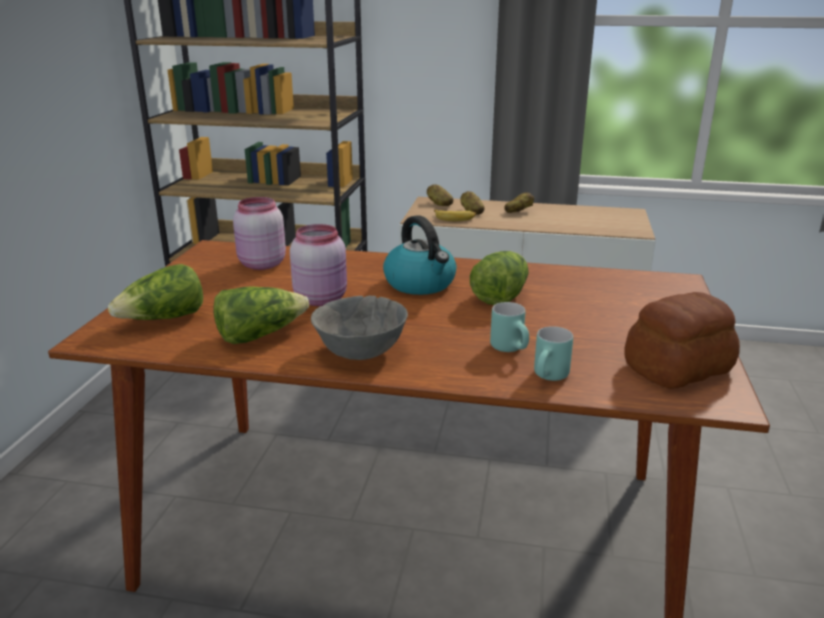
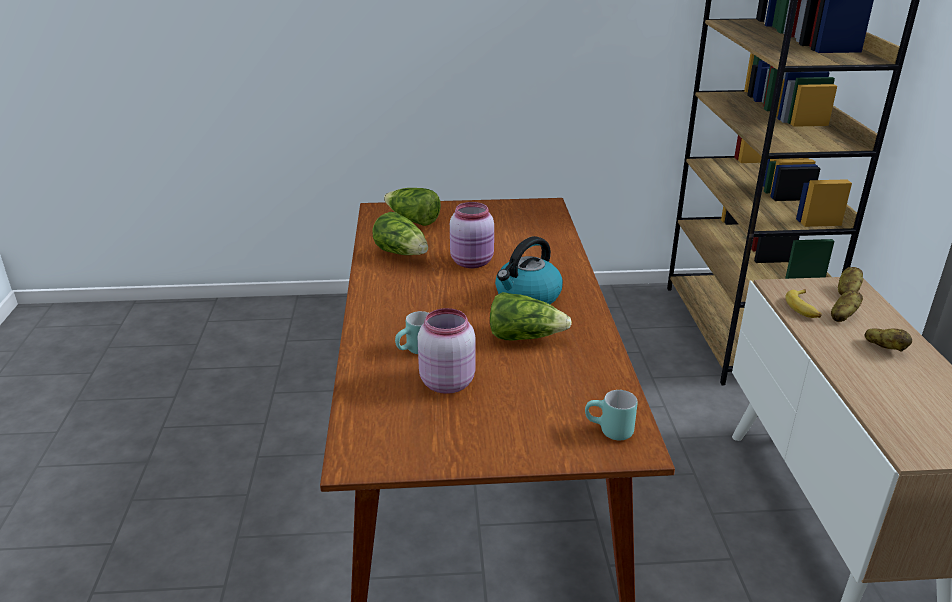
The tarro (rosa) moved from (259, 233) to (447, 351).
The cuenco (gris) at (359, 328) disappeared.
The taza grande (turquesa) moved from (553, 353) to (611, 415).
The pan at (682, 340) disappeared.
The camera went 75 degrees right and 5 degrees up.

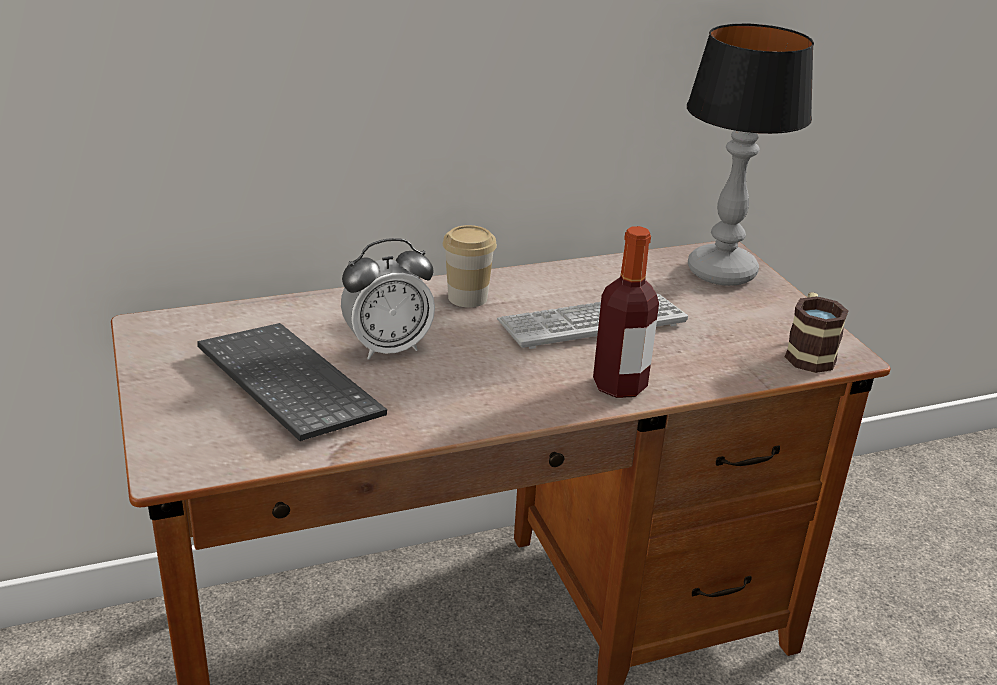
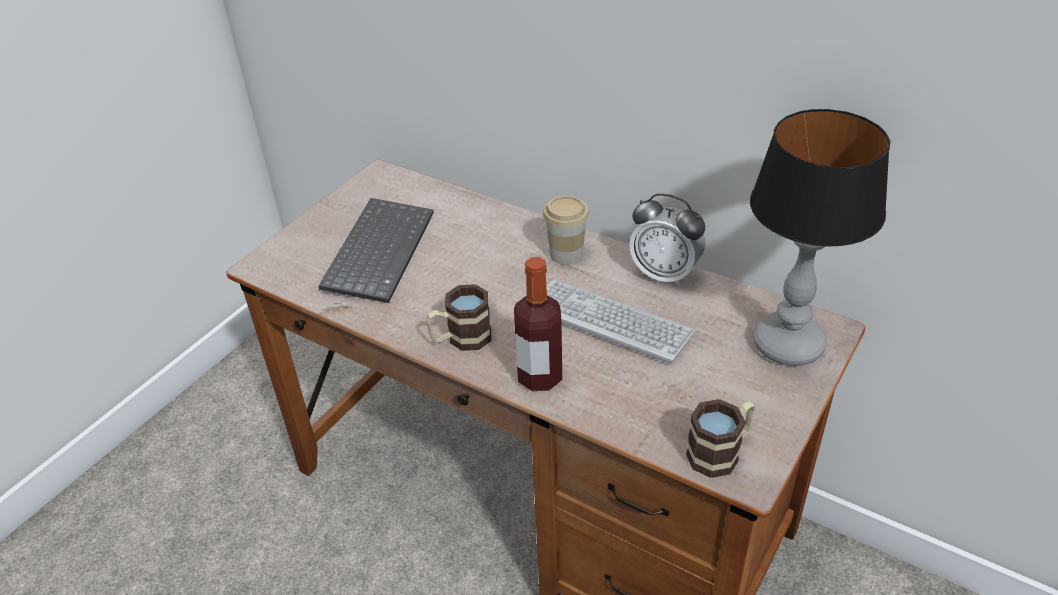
The despertador moved from (388, 299) to (667, 240).
The taza grande at (458, 317) appeared.
The camera went 55 degrees right and 10 degrees up.

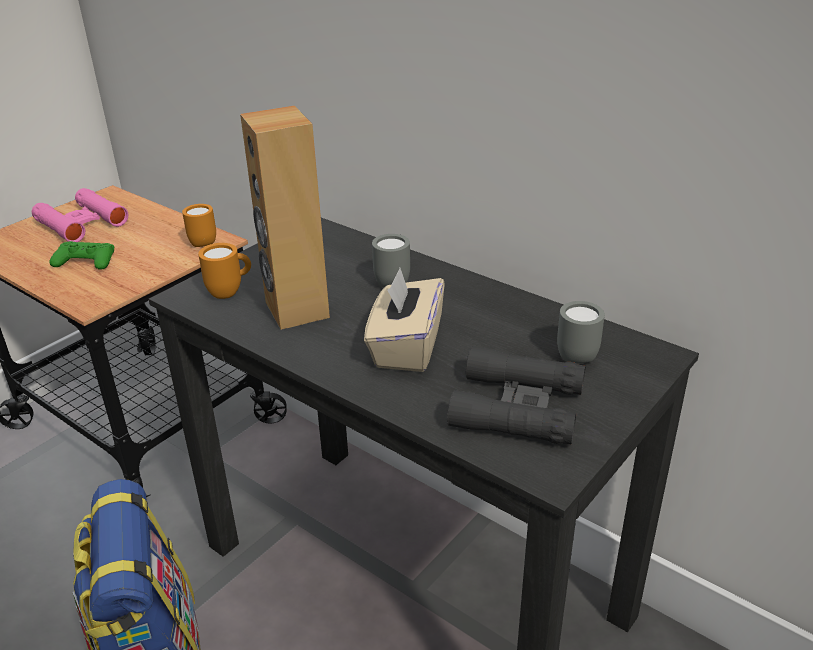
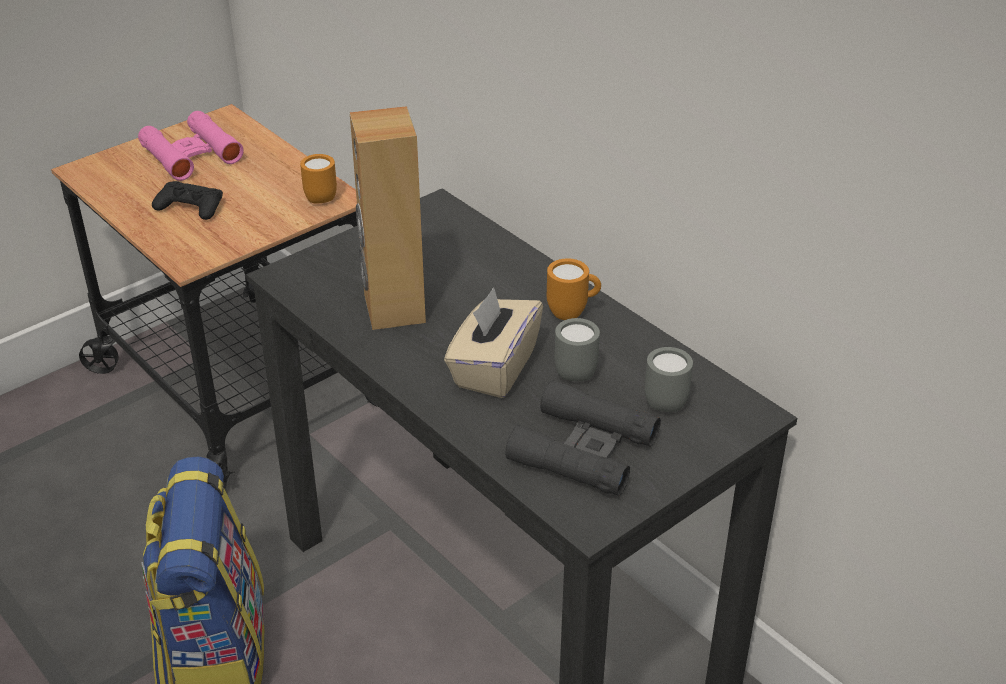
The mando de consola (verde) at (81, 255) became the mando de consola (negro) at (187, 200).
The taza grande (naranja) moved from (224, 271) to (574, 289).
The taza grande (gris) moved from (391, 260) to (577, 349).
The camera went 10 degrees right and 5 degrees up.

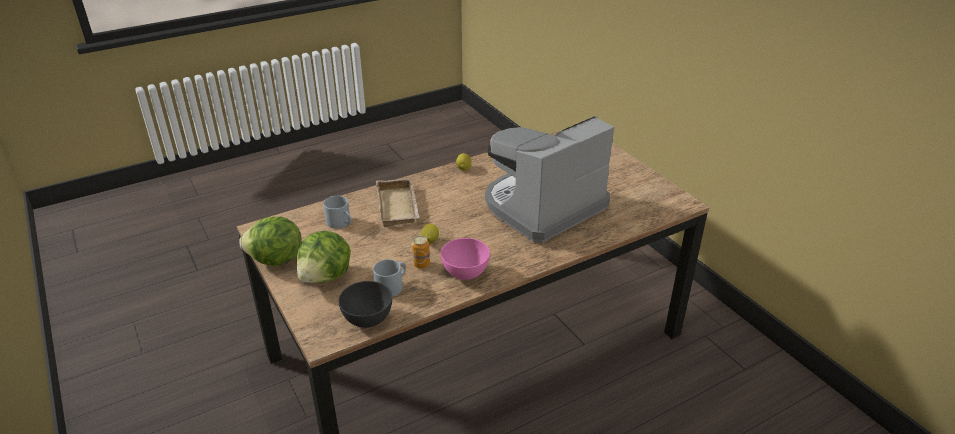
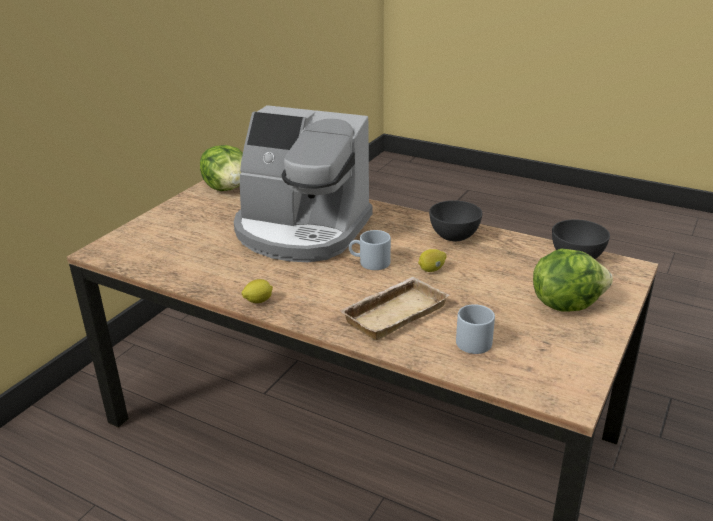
The lechuga moved from (270, 241) to (221, 168).
The taza grande (gris) moved from (389, 278) to (370, 250).
The lata at (421, 252) disappeared.
The cuenco (rosa) at (465, 259) became the cuenco (gris) at (455, 220).
The camera went 120 degrees left and 5 degrees down.

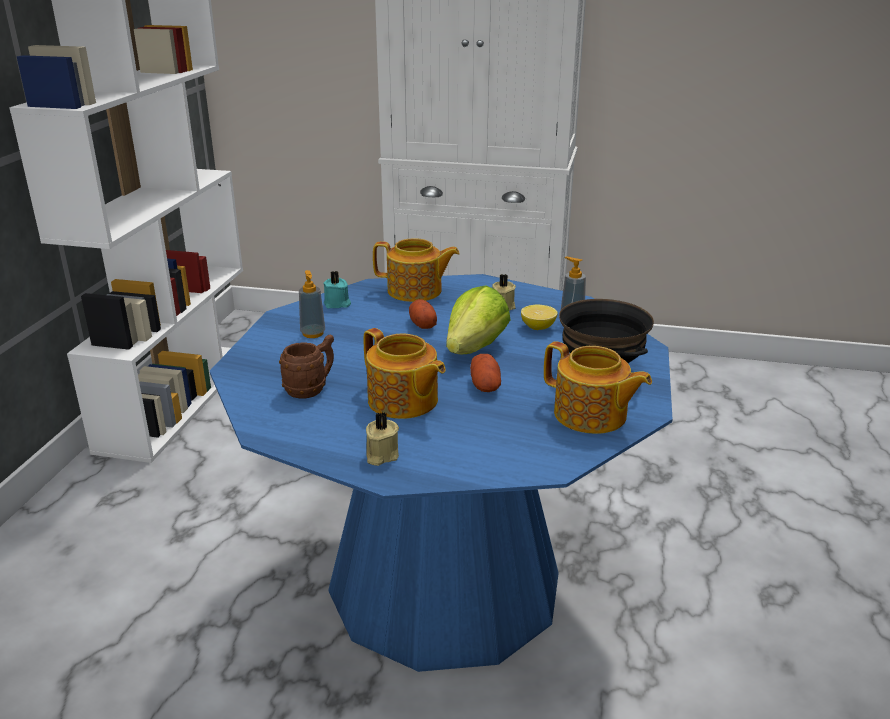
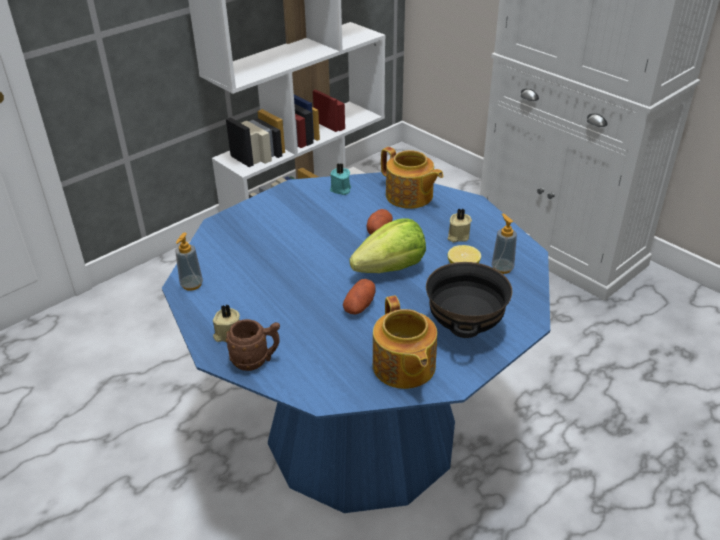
The taza grande (marrón) moved from (306, 367) to (253, 345).
The dispensador de jabón moved from (312, 304) to (189, 261).
The tetera at (405, 373) disappeared.
The camera went 35 degrees right and 10 degrees up.

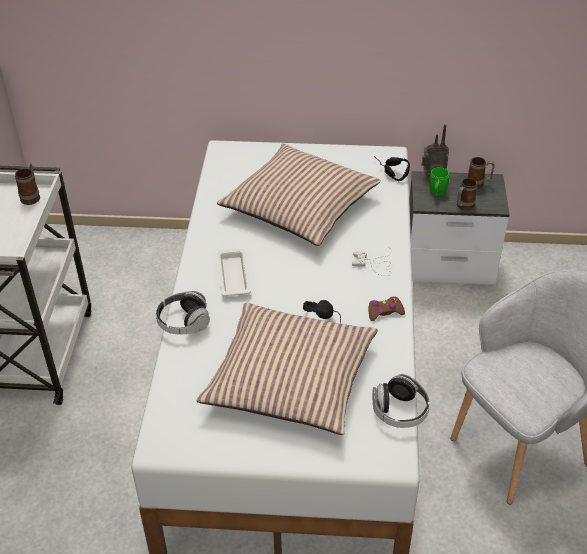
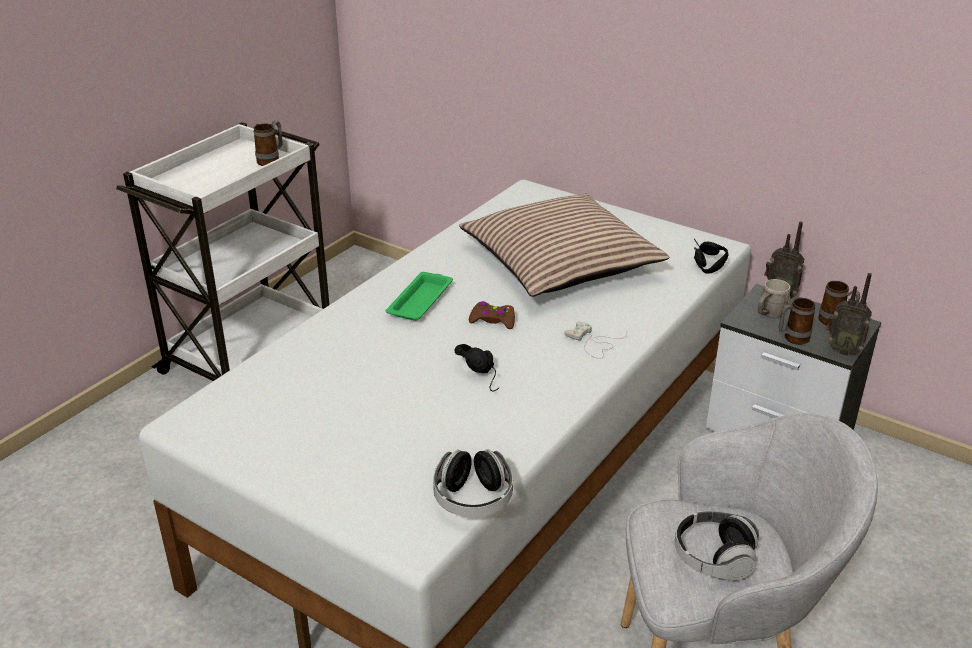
The auriculares moved from (183, 313) to (717, 545).
The cojín at (287, 369) disappeared.
The bandeja (blanco) at (234, 272) became the bandeja (verde) at (419, 296).
The mando de consola (marrón) moved from (386, 308) to (492, 315).
The taza grande (verde) at (439, 181) became the taza grande (gris) at (774, 298).
The radio at (849, 314) appeared.
The camera went 30 degrees right and 10 degrees down.

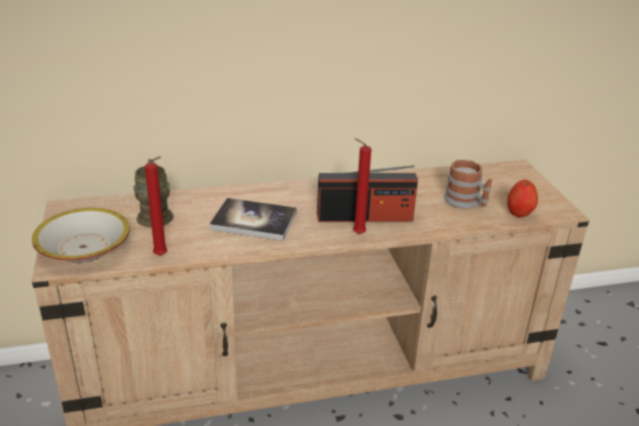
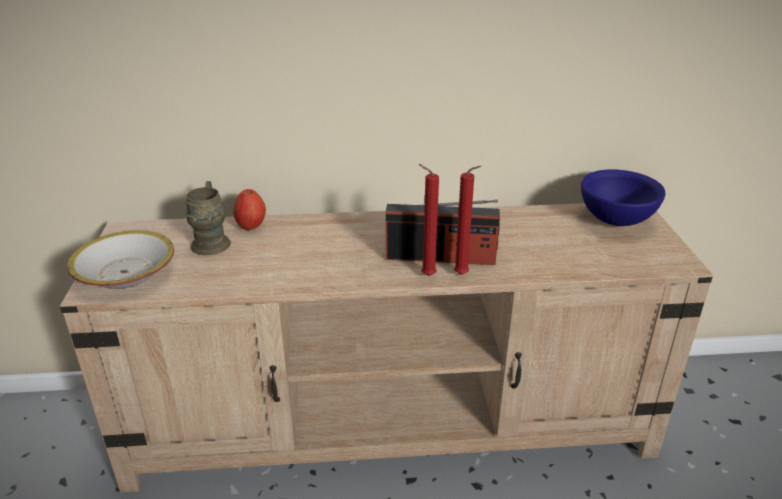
The vela (rojo) moved from (156, 206) to (467, 220).
The libro at (253, 219) disappeared.
The taza grande at (468, 184) disappeared.
The manzana moved from (522, 198) to (249, 209).
The cuenco (azul) at (623, 197) appeared.
The camera went 10 degrees right and 0 degrees up.

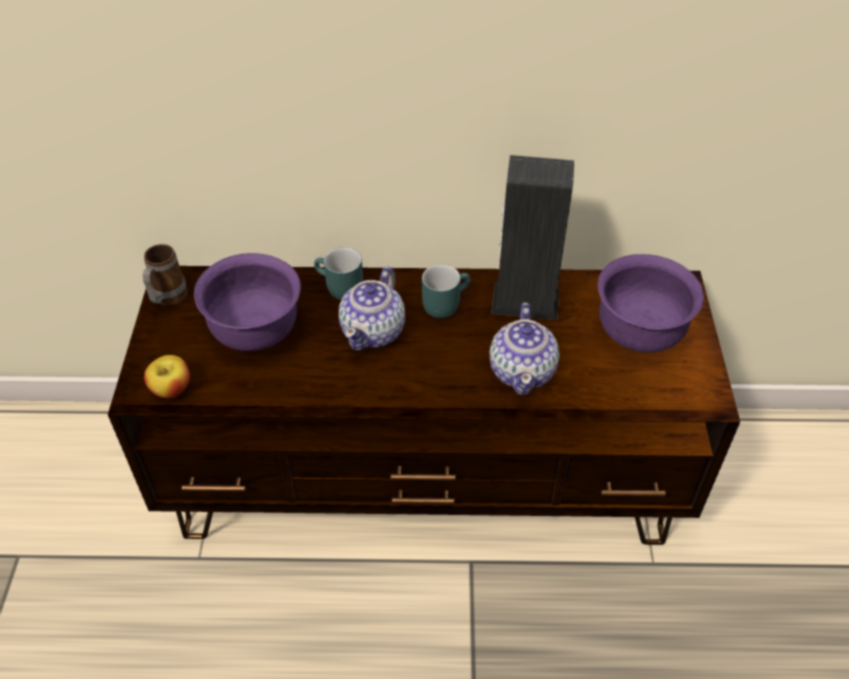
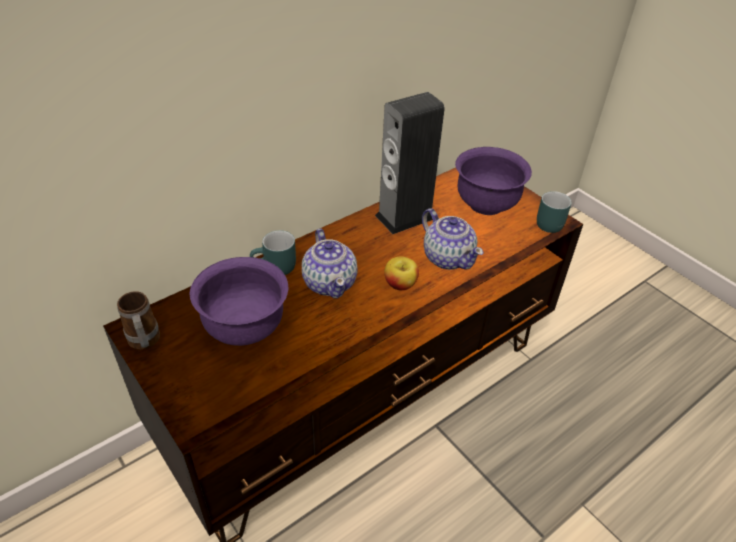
The manzana moved from (167, 377) to (401, 273).
The taza grande (turquesa) moved from (446, 291) to (554, 212).
The camera went 40 degrees left and 5 degrees down.

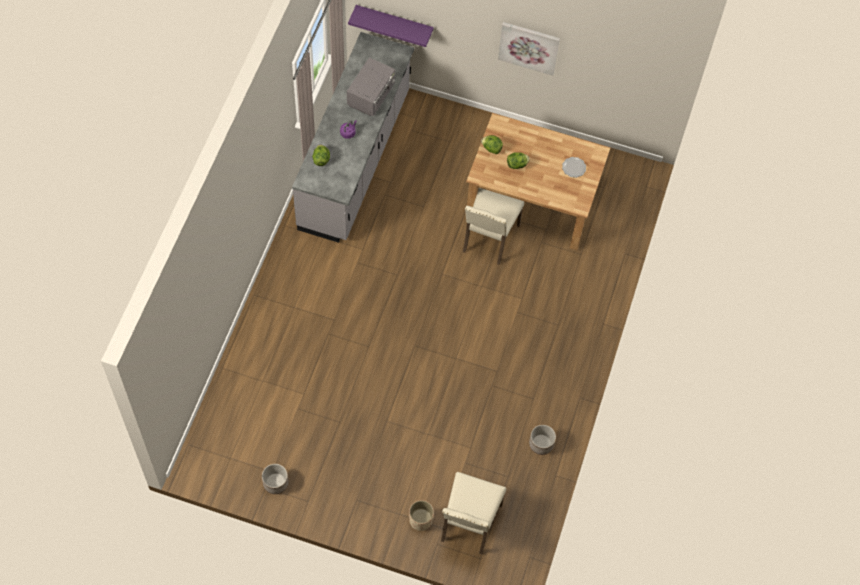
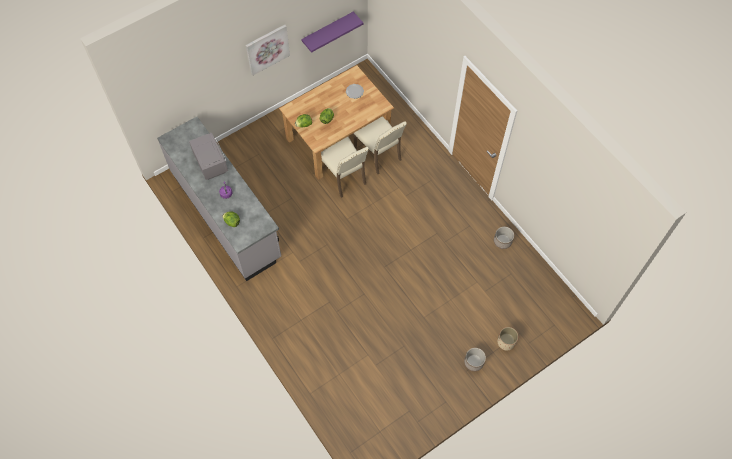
The maceta moved from (275, 479) to (475, 359).
The estante (morado) moved from (390, 26) to (332, 32).
The silla (beis) moved from (473, 513) to (380, 145).
The camera went 50 degrees left and 0 degrees up.

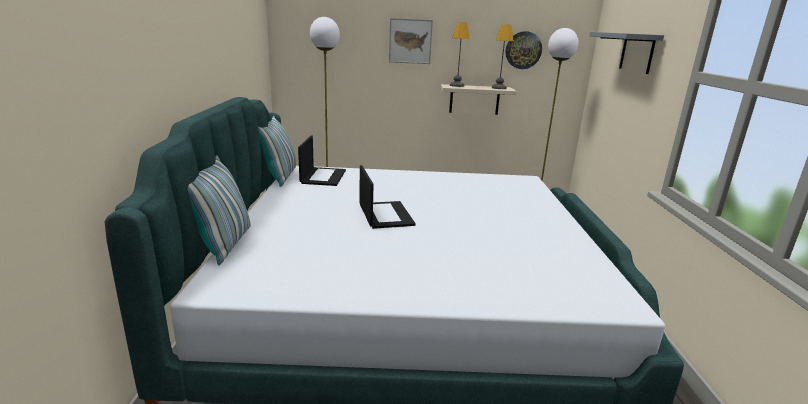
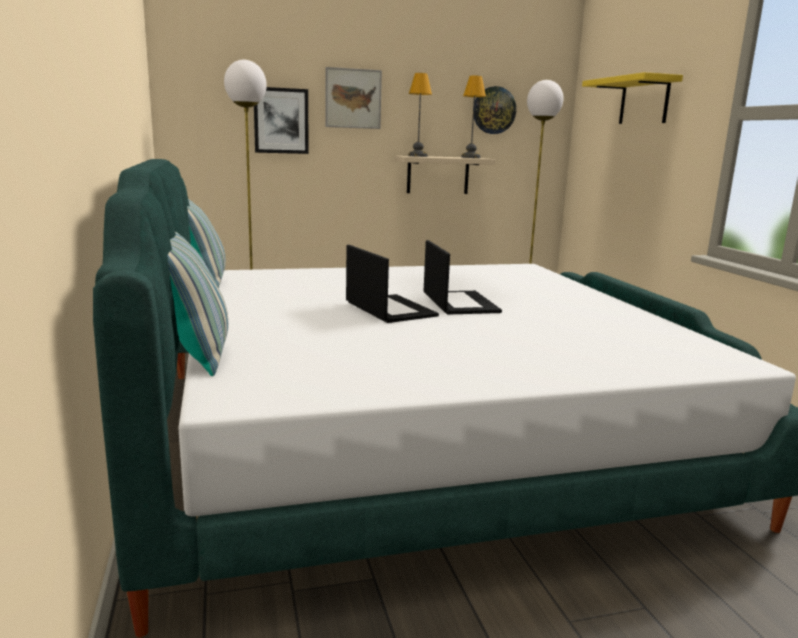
The portátil moved from (322, 160) to (463, 277).
The estante (gris) at (626, 53) became the estante (amarillo) at (632, 98).
The cuadro at (281, 120) appeared.
The camera went 15 degrees left and 5 degrees down.

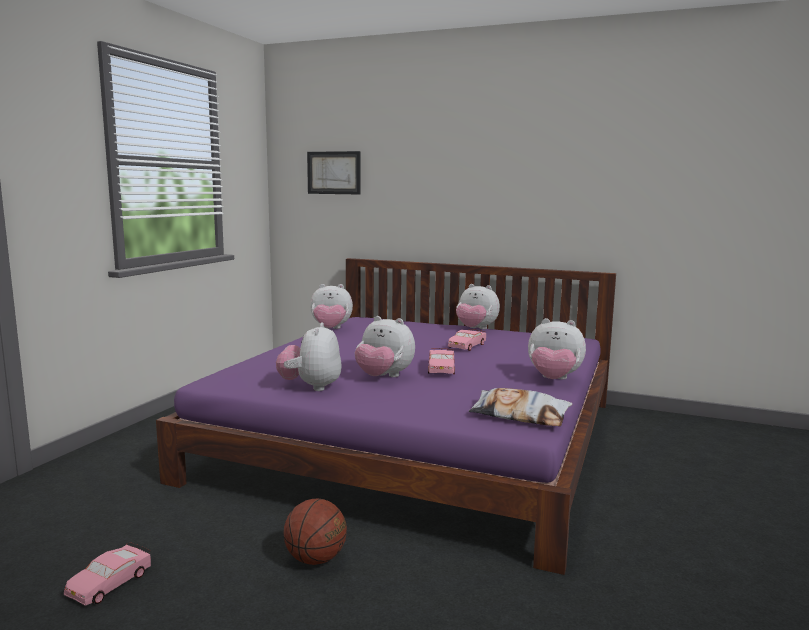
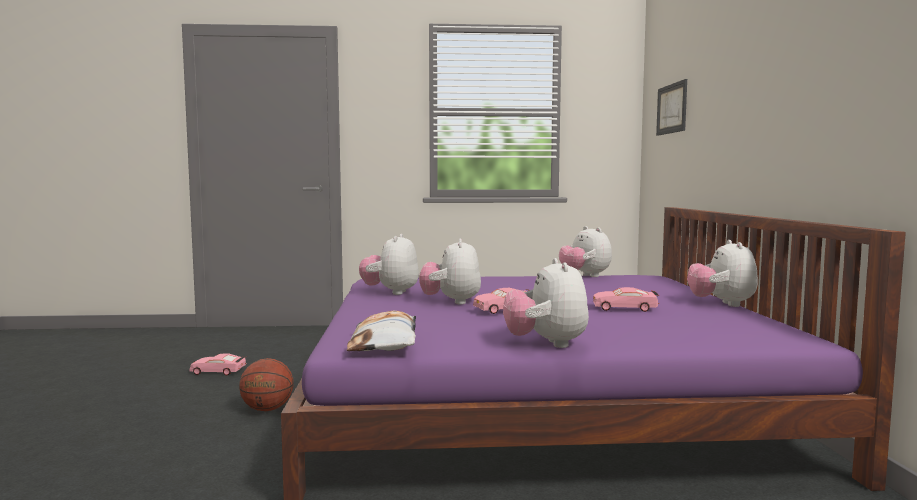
The peluche at (309, 356) turned 60 degrees counterclockwise.
The camera went 65 degrees right and 5 degrees down.

